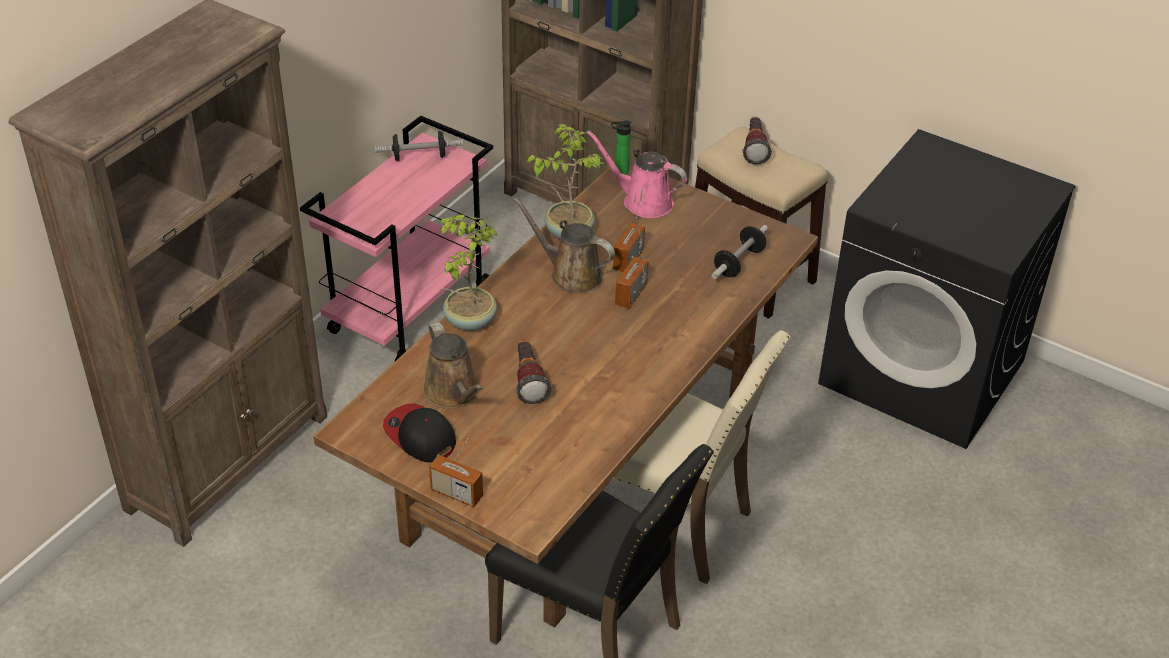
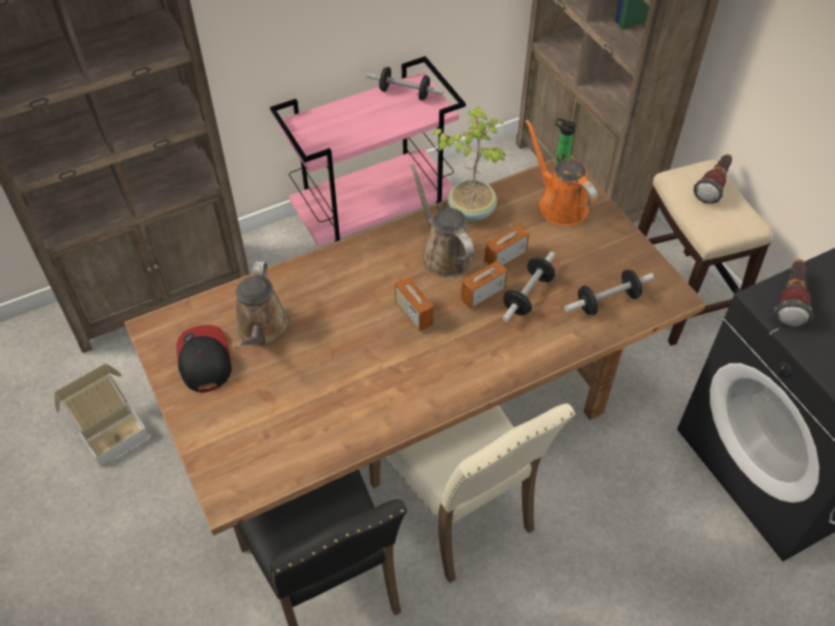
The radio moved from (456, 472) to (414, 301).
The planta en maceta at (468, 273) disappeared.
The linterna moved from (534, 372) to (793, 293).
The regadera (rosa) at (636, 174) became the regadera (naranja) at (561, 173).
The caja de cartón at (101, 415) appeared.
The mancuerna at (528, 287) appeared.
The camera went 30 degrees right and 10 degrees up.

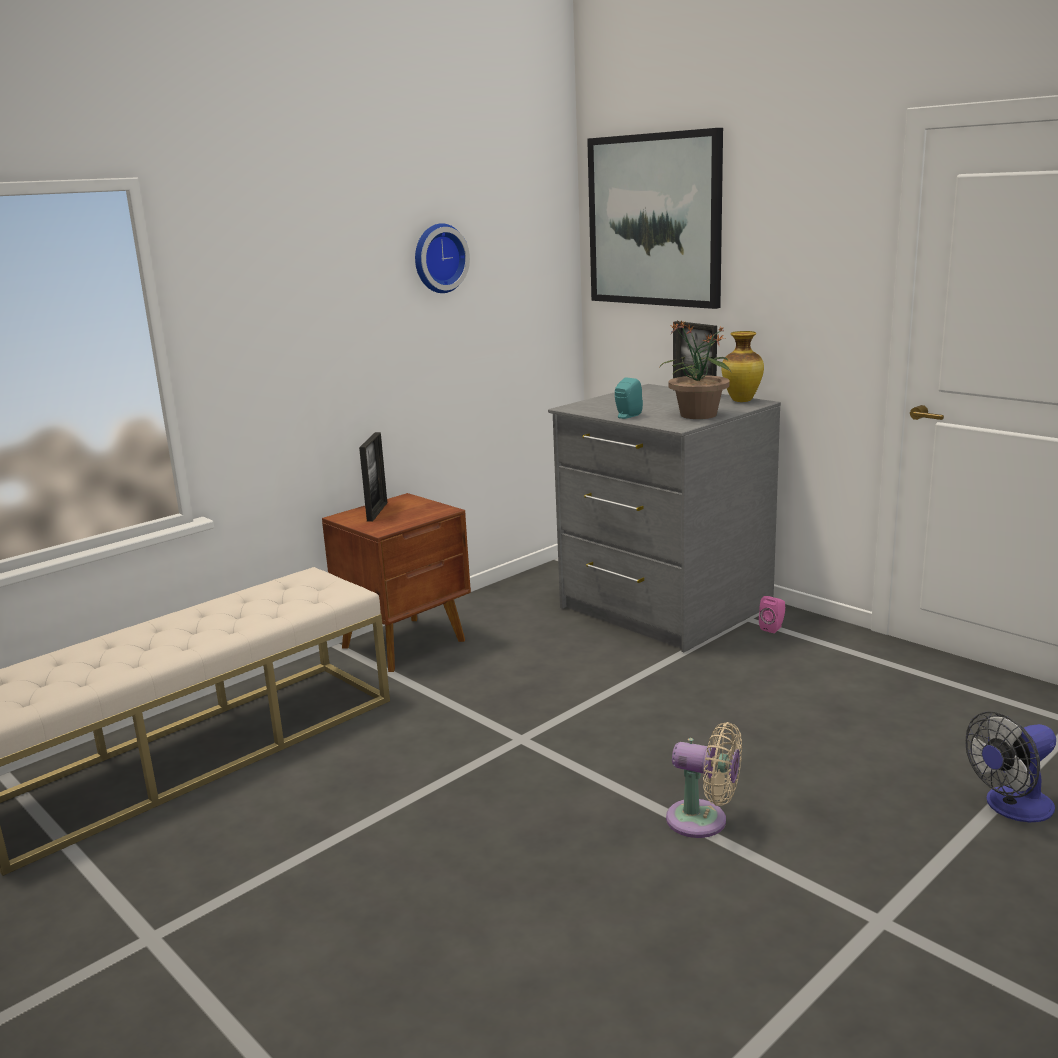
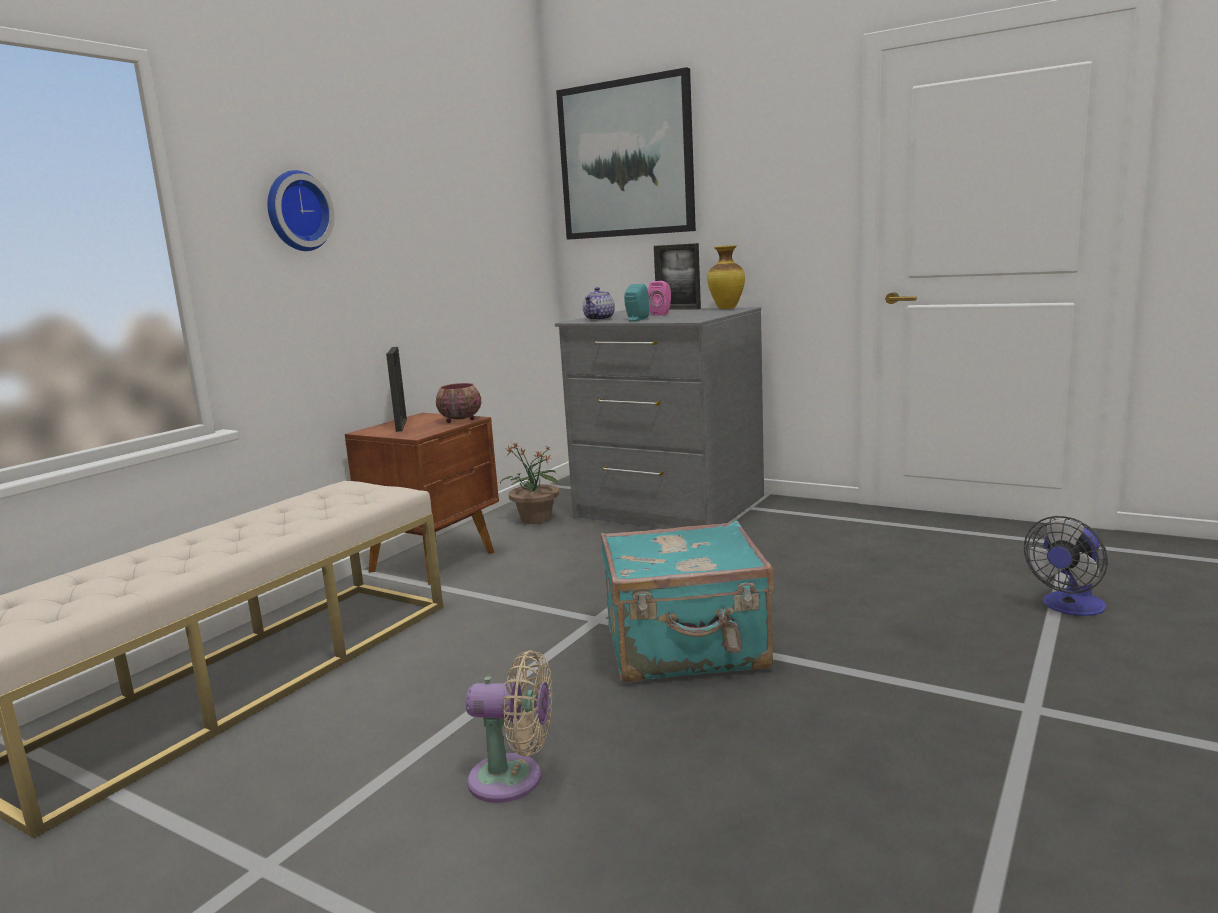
The reloj de pared moved from (442, 258) to (301, 210).
The planta en maceta moved from (696, 369) to (530, 483).
The ventilador (beis) moved from (704, 780) to (509, 726).
The altavoz (rosa) moved from (772, 614) to (659, 298).
The cuenco at (459, 403) appeared.
The tetera at (599, 304) appeared.
The maleta (turquesa) at (687, 601) appeared.
The camera went 15 degrees left and 5 degrees down.

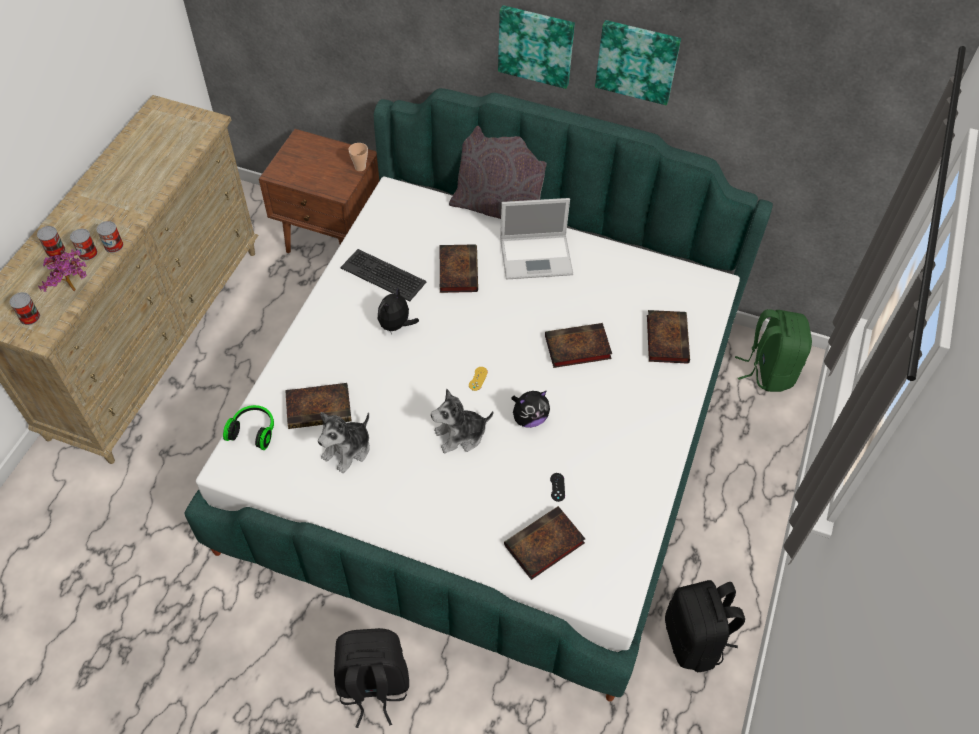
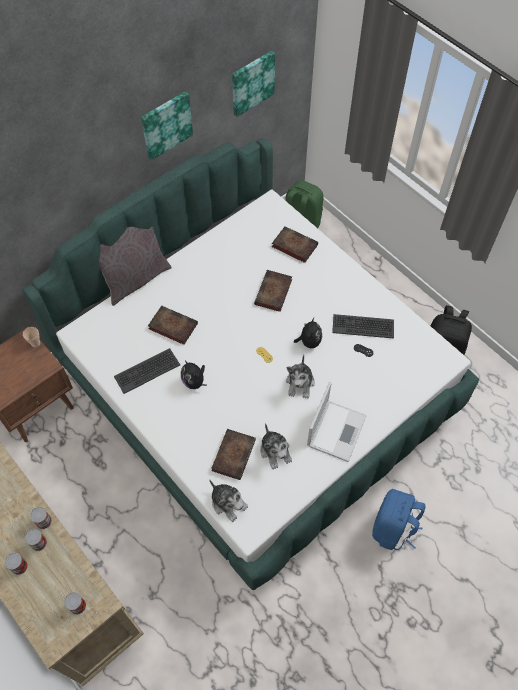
The planta en maceta at (62, 271) disappeared.
The auriculares at (248, 427) was replaced by the peluche at (228, 500).
The mochila (negro) at (371, 678) became the mochila (azul) at (399, 519).
The cuadro moved from (536, 47) to (253, 84).
The portátil moved from (536, 239) to (337, 422).
The libro at (544, 543) disappeared.
The teclado at (363, 326) appeared.
The camera went 60 degrees left and 5 degrees up.

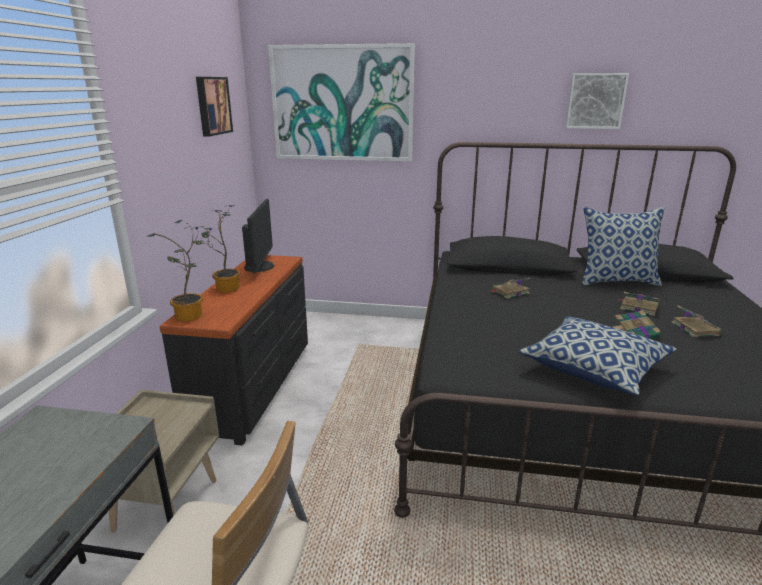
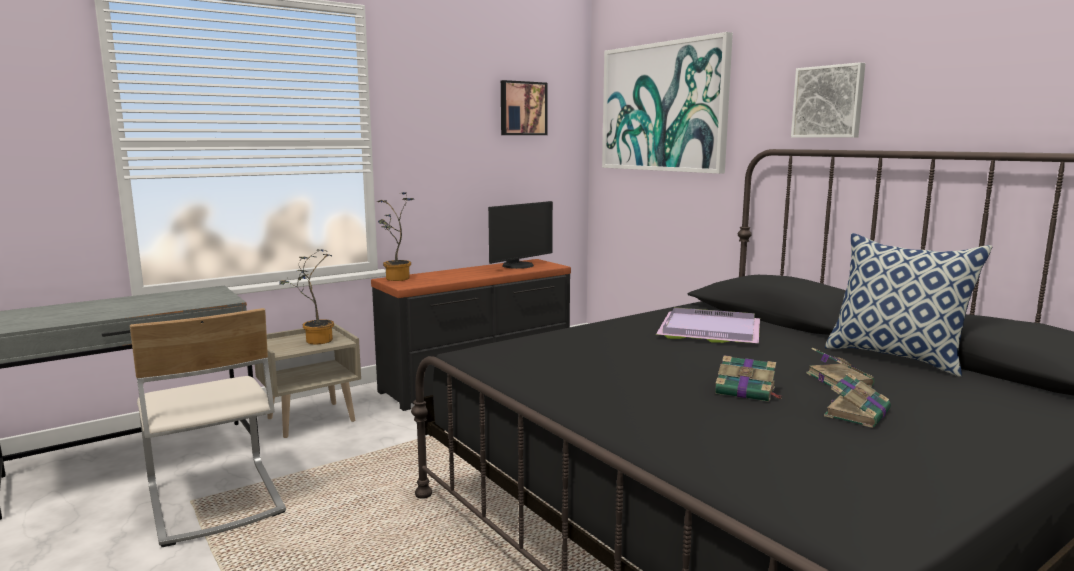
The planta en maceta moved from (216, 249) to (306, 296).
The libro at (510, 288) was replaced by the bandeja (morado) at (708, 325).
The cojín at (598, 355) disappeared.
The cuadro moved from (597, 101) to (828, 100).
The camera went 45 degrees right and 10 degrees down.

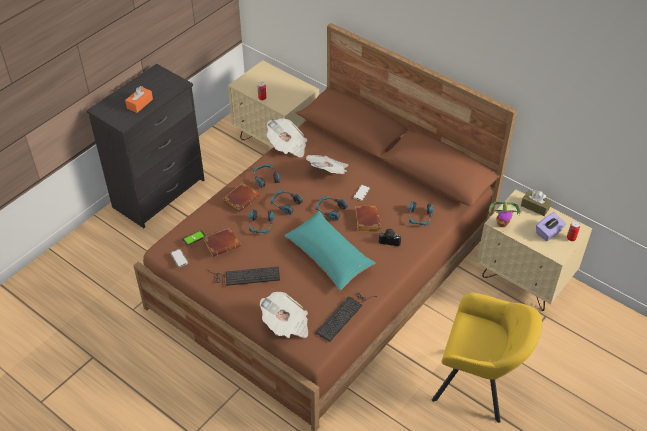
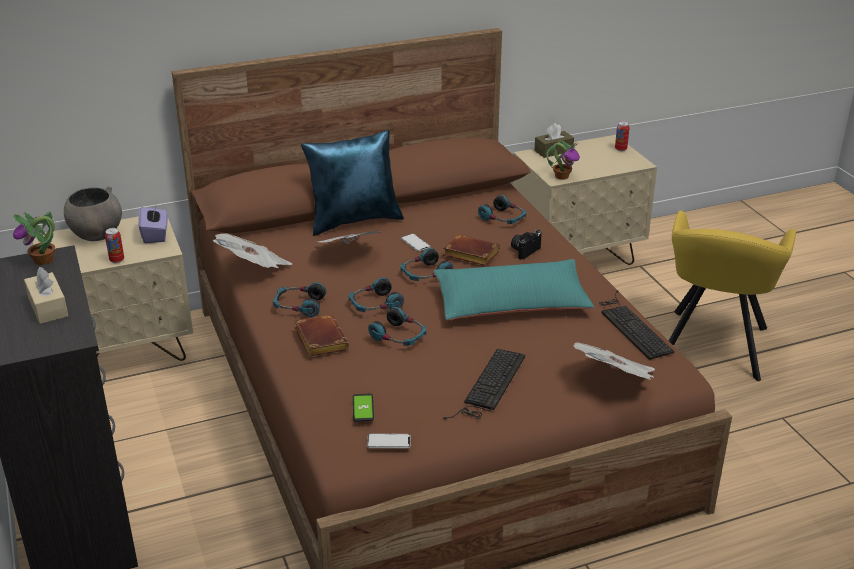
The caja de pañuelos (naranja) at (139, 99) became the caja de pañuelos (beis) at (46, 295).
The libro (marrón) at (222, 242) disappeared.
The sillón (amarillo) at (487, 357) turned 150 degrees clockwise.
The caja de pañuelos (morado) moved from (551, 226) to (153, 223).
The planta en maceta at (33, 238) appeared.
The cuenco (gris) at (93, 213) appeared.
The cojín (azul) at (352, 182) appeared.
The camera went 60 degrees left and 15 degrees down.

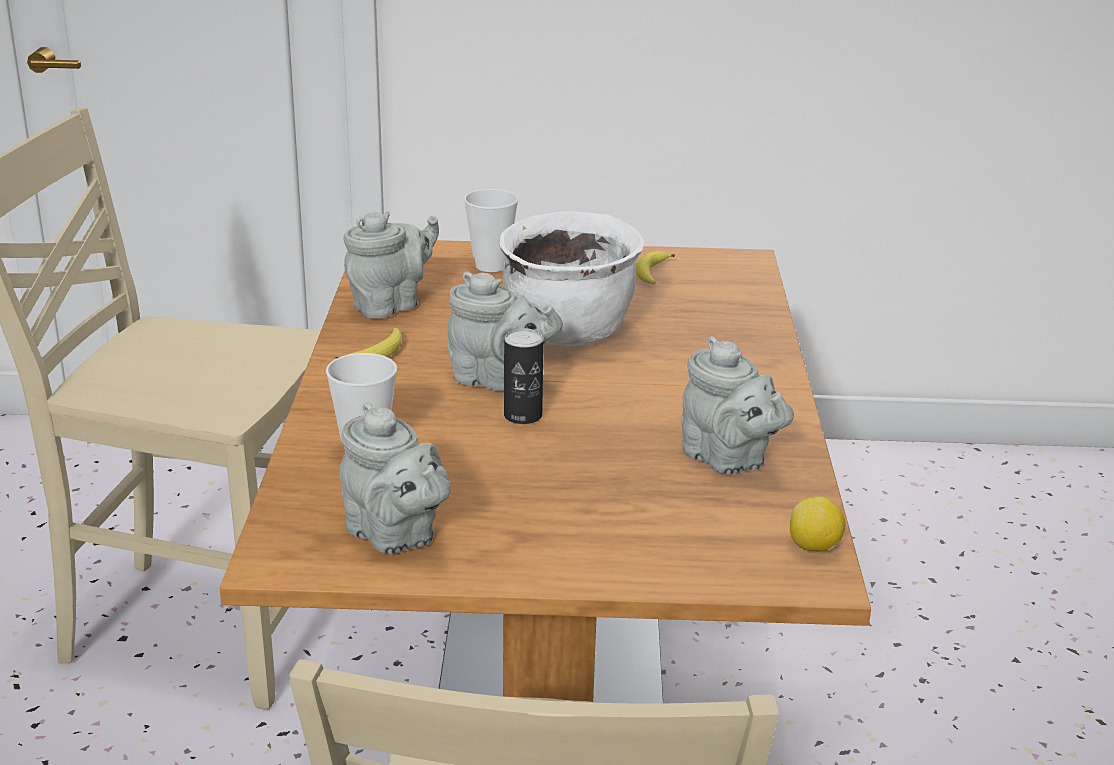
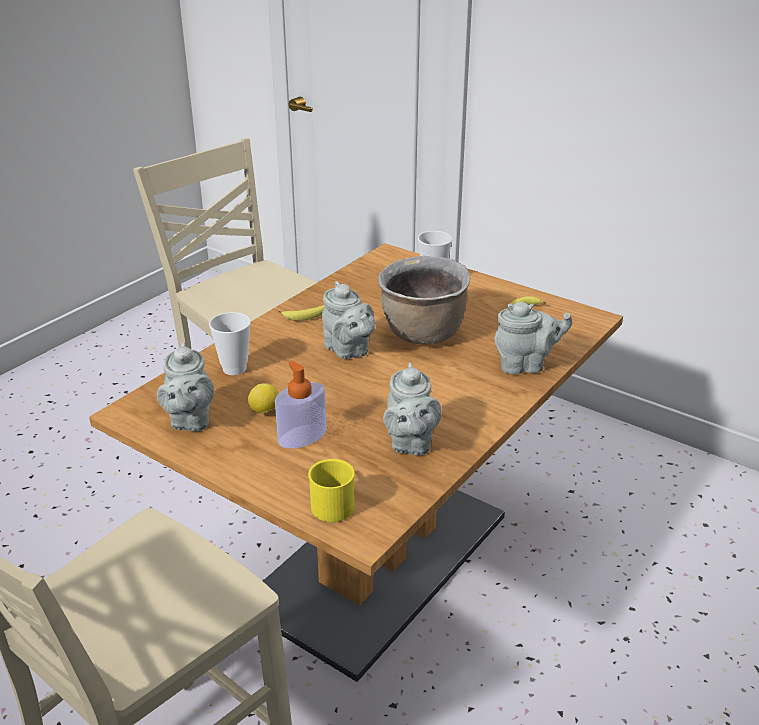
The tetera (gris) moved from (391, 265) to (533, 338).
The olla (blanco) at (571, 278) became the olla (marrón) at (424, 300).
The lata at (524, 376) disappeared.
The limón moved from (817, 524) to (263, 398).
The dispensador de jabón at (301, 405) appeared.
The taza grande (amarillo) at (331, 490) appeared.
The camera went 35 degrees right and 5 degrees up.

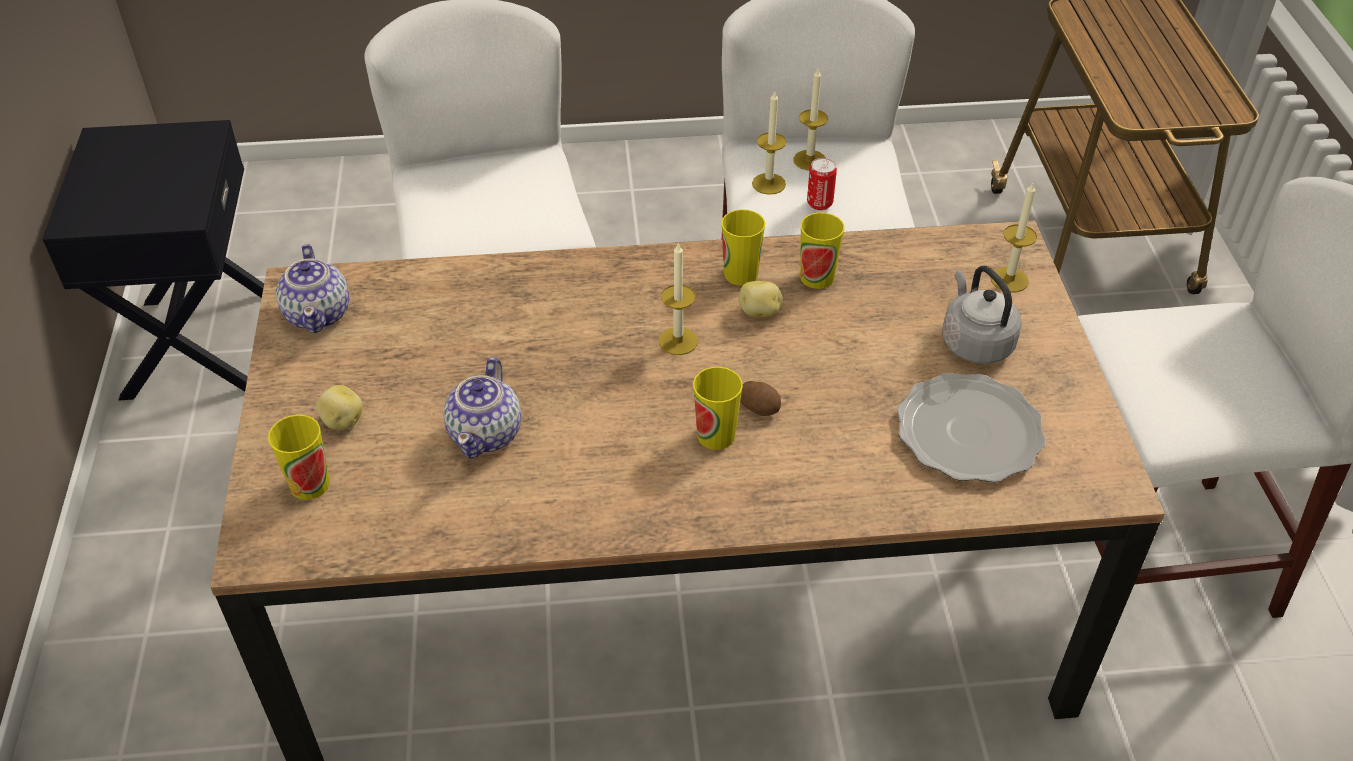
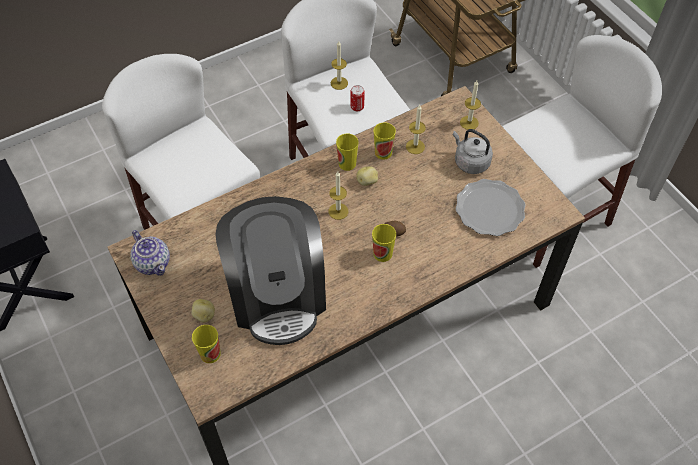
The tetera at (482, 407) was replaced by the cafetera at (271, 270).
The vela moved from (769, 143) to (416, 129).
The camera went 25 degrees left and 10 degrees up.

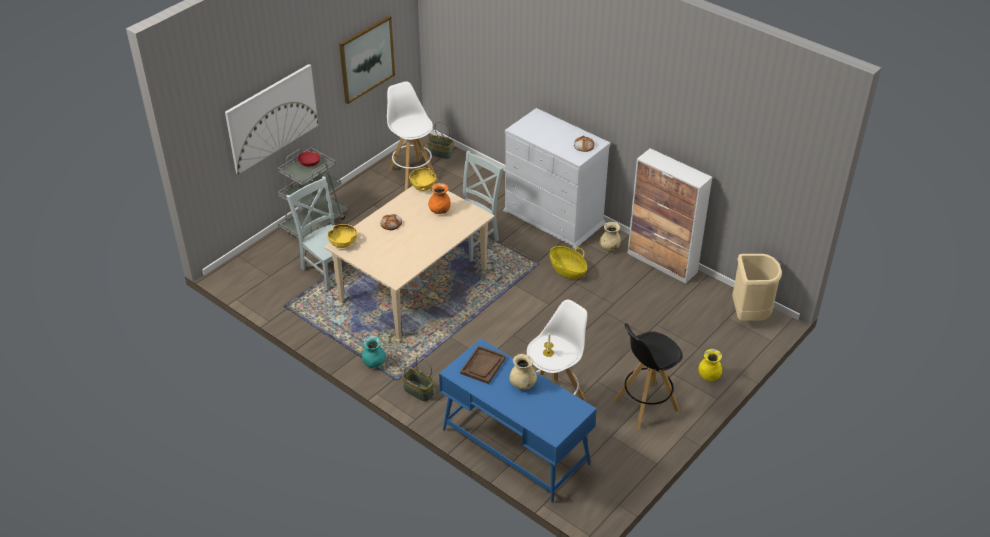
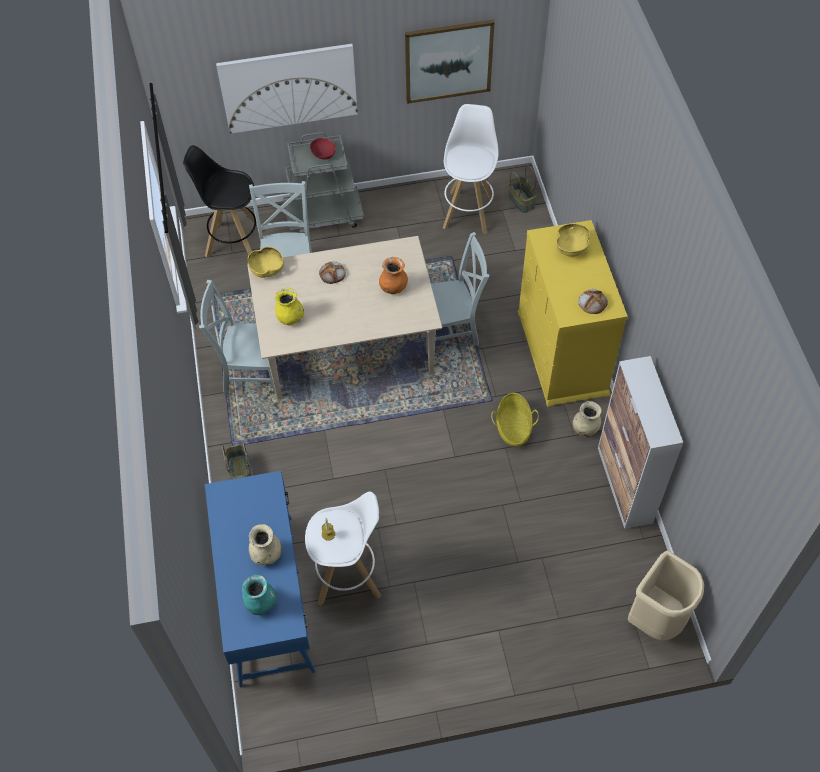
The florero (turquesa) moved from (374, 352) to (259, 595).
The cuenco (amarillo) moved from (422, 179) to (573, 240).
The bandeja (marrón) at (483, 364) disappeared.
The cómoda (blanco) at (556, 178) became the cómoda (amarillo) at (573, 313).
The taburete (negro) moved from (648, 376) to (224, 201).
The florero (amarillo) moved from (710, 365) to (289, 306).
The silla (gris) at (237, 337) appeared.
The camera went 40 degrees right and 15 degrees up.

